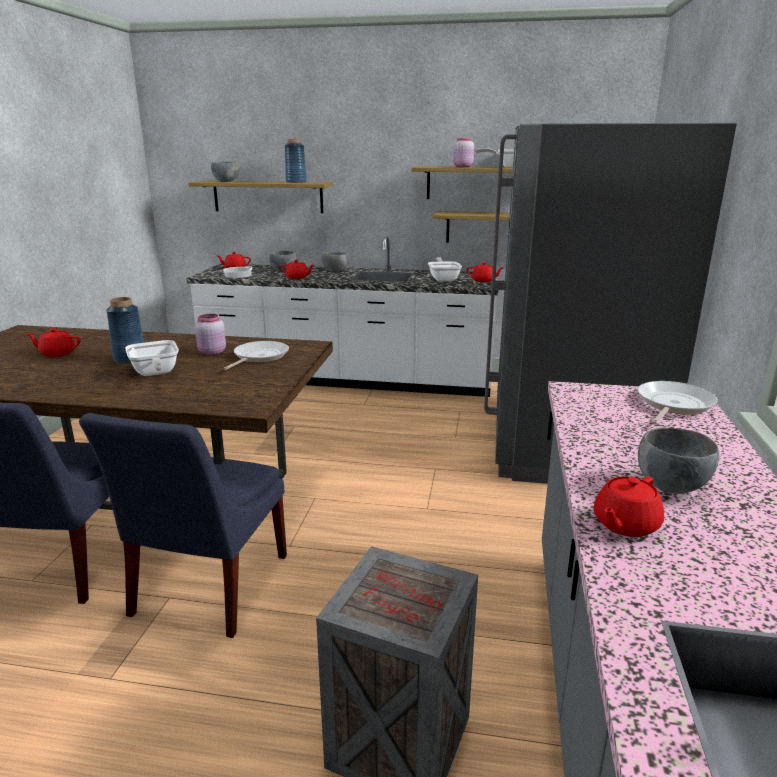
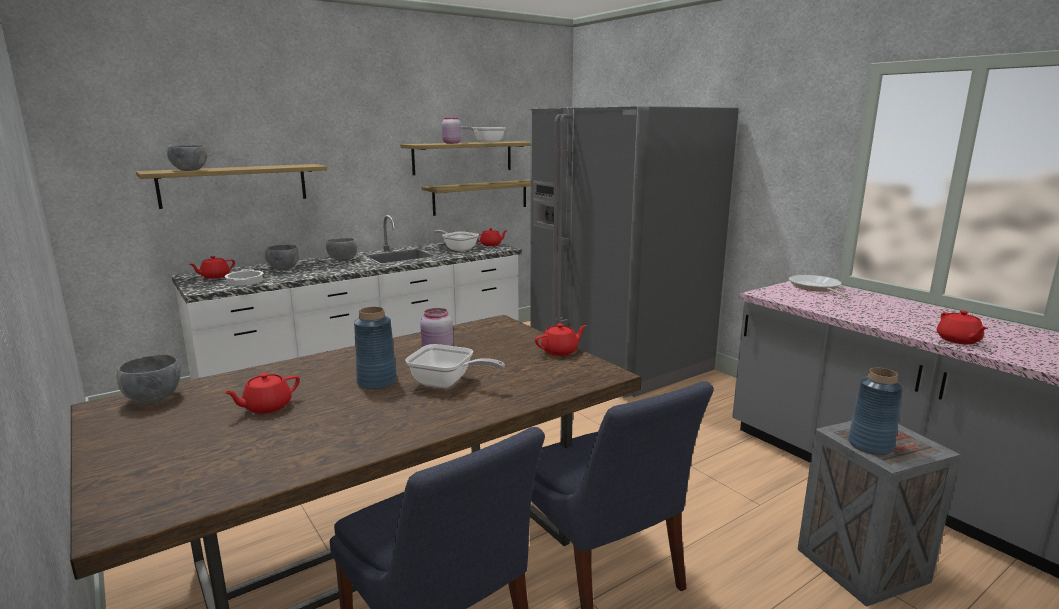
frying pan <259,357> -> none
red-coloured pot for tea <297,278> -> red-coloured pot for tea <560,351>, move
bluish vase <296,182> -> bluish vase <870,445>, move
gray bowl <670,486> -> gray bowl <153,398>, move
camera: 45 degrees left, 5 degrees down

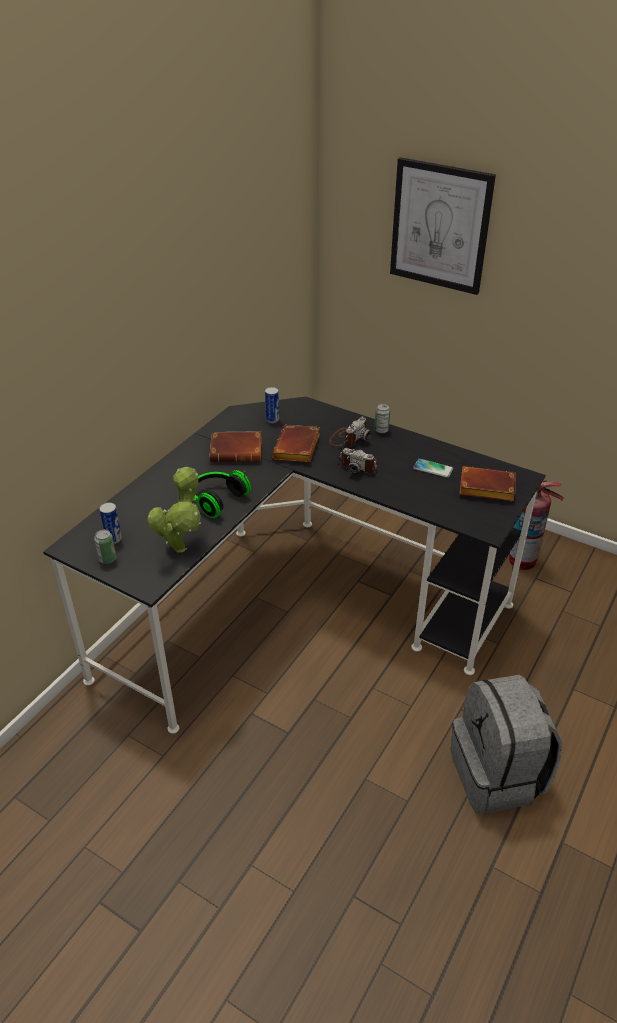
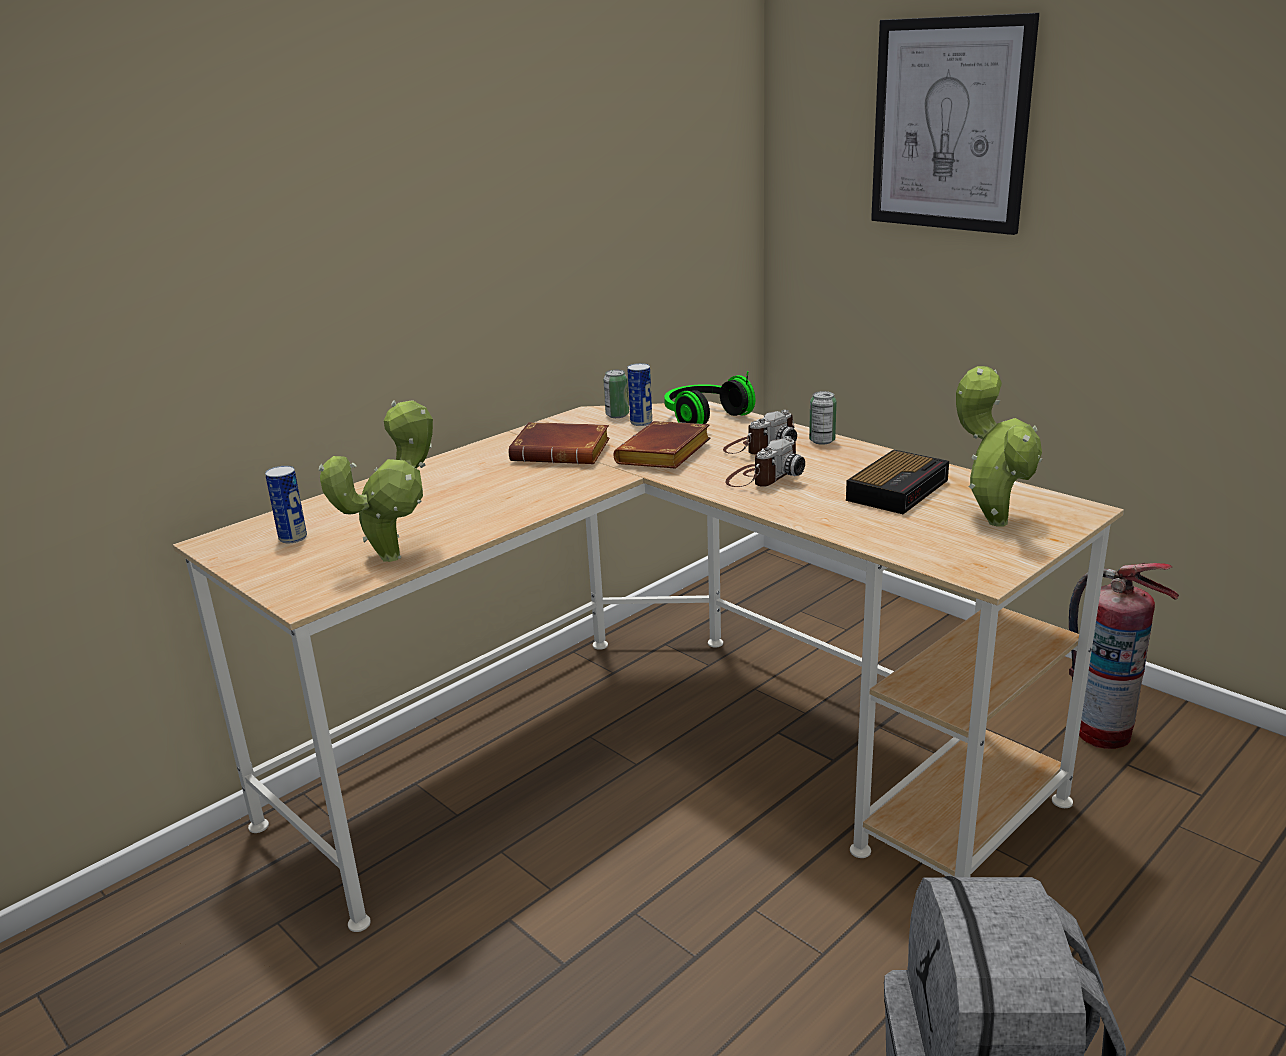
sealed can <107,559> -> sealed can <617,415>, move
headphones <216,499> -> headphones <702,418>, move
phone <433,469> -> alarm clock <898,489>
brown-coloured volume <485,489> -> potted plant <992,520>
black desk table <297,605> -> beige-coloured desk table <656,757>
still camera <359,464> -> still camera <762,477>, 90 degrees counterclockwise
camera: 15 degrees right, 15 degrees down

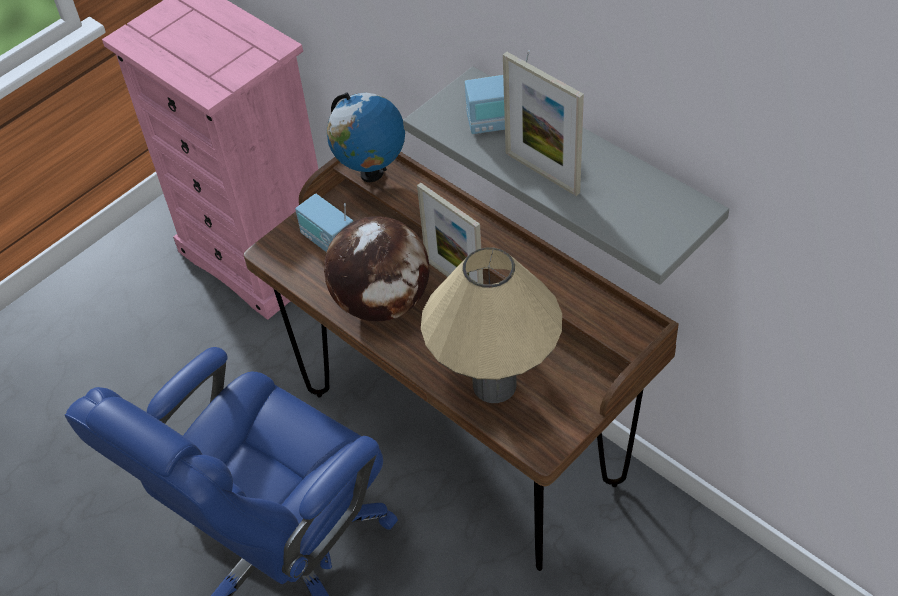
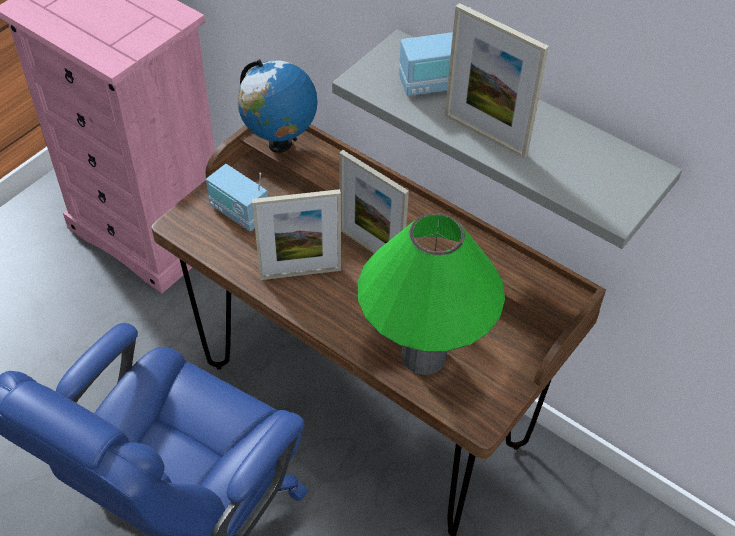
desk globe <383,302> -> standing frame <300,273>
beige-coloured lamp for a table <494,385> -> green lamp for a table <424,356>
camera: 10 degrees left, 0 degrees up

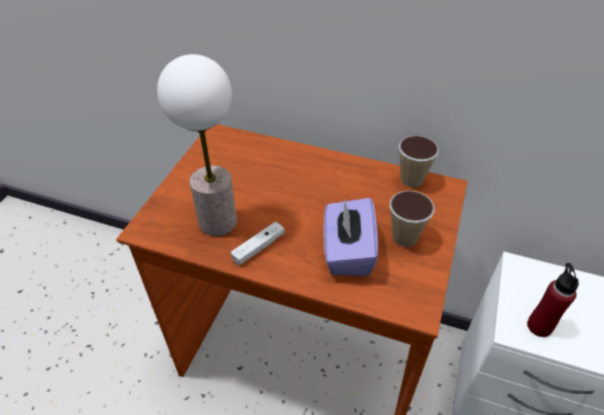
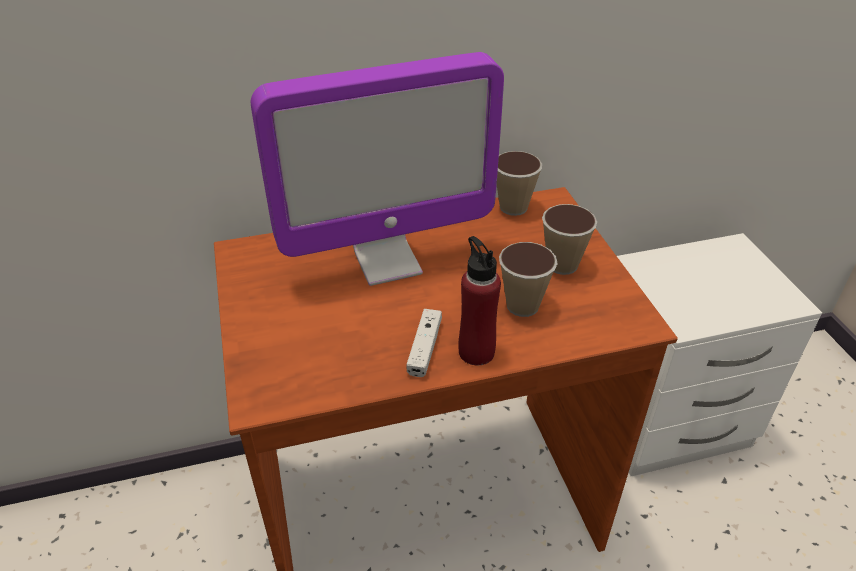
lamp for a table <217,222> -> none
none -> computer display <387,262>
red-coloured drink bottle <539,326> -> red-coloured drink bottle <476,352>, move
purple-coloured box of tissues <347,252> -> drinking cup <522,306>
camera: 35 degrees left, 5 degrees down

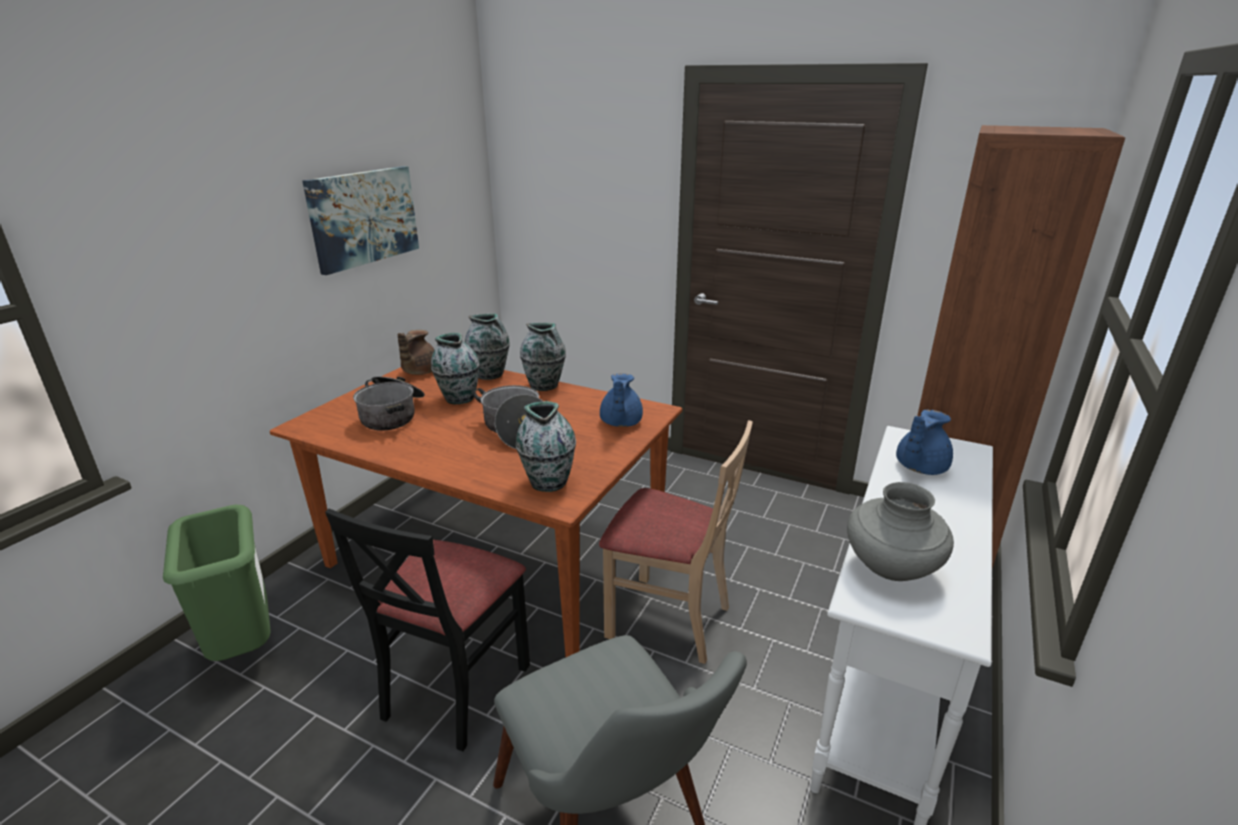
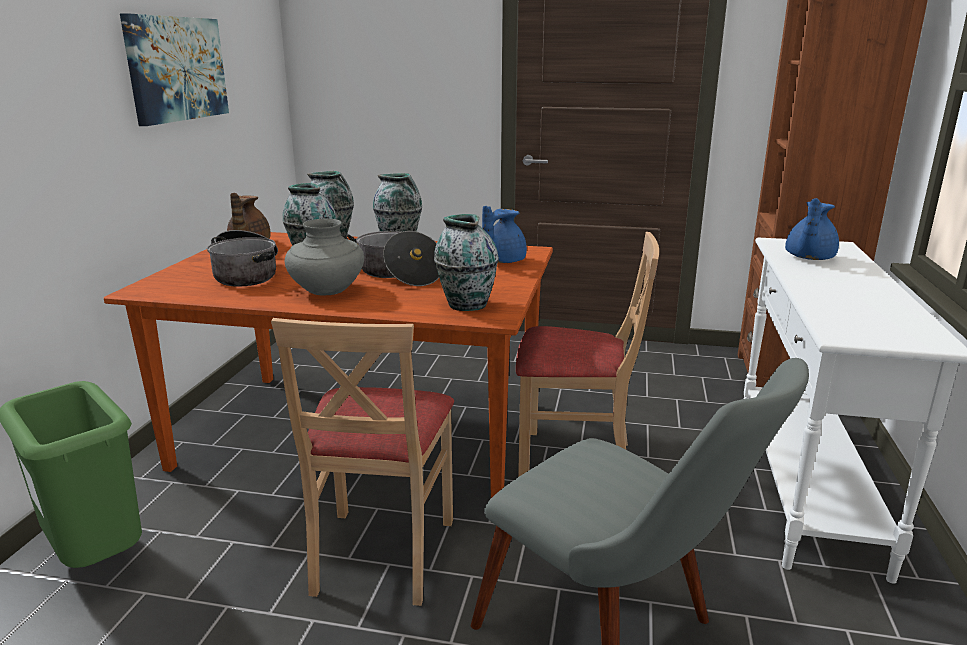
gray vase <891,568> -> gray vase <327,291>, move
black plain chair <455,688> -> beige-coloured plain chair <381,553>
bluish pot for tea <620,423> -> bluish pot for tea <501,261>, 45 degrees clockwise
camera: 15 degrees left, 5 degrees down

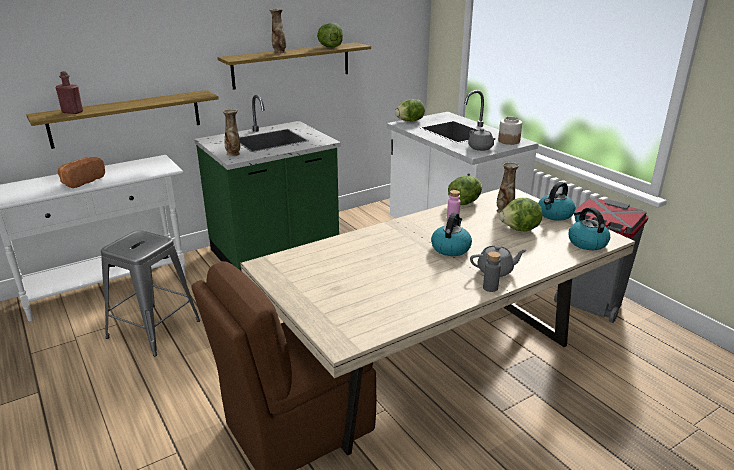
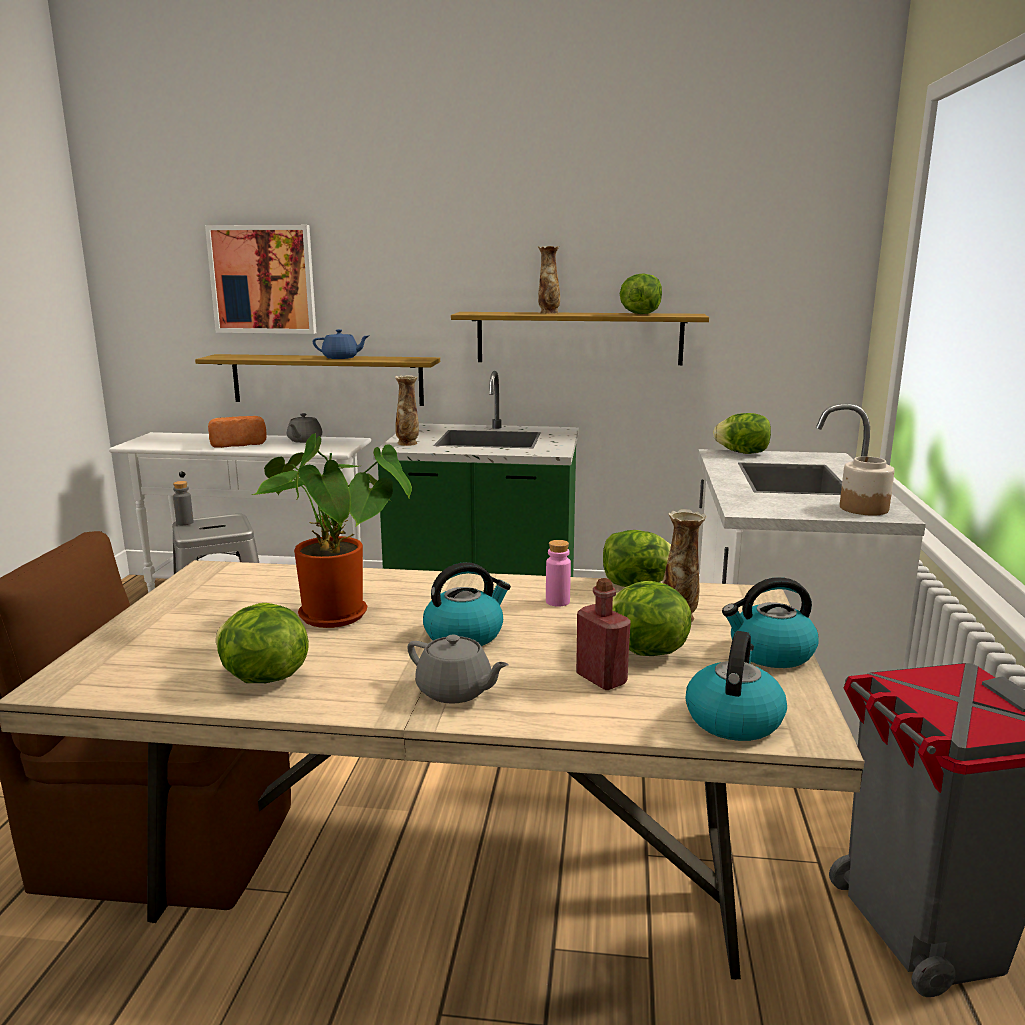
none -> wall picture <263,279>
none -> lettuce head <262,678>
none -> potted plant <340,617>
none -> bluish pot for tea <341,358>
red-coloured drink bottle <72,112> -> red-coloured drink bottle <601,679>, move
gray pot for tea <480,148> -> gray pot for tea <304,440>, move
gray drink bottle <490,288> -> gray drink bottle <185,523>, move
camera: 40 degrees right, 10 degrees down

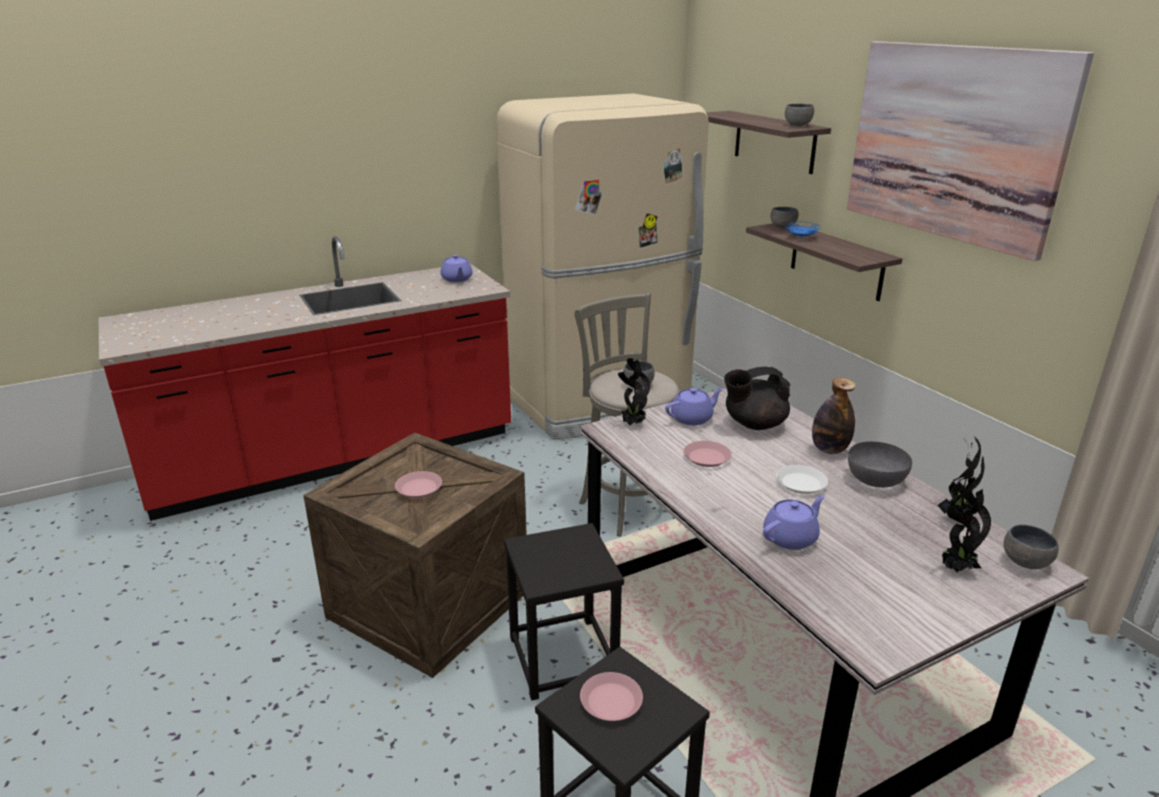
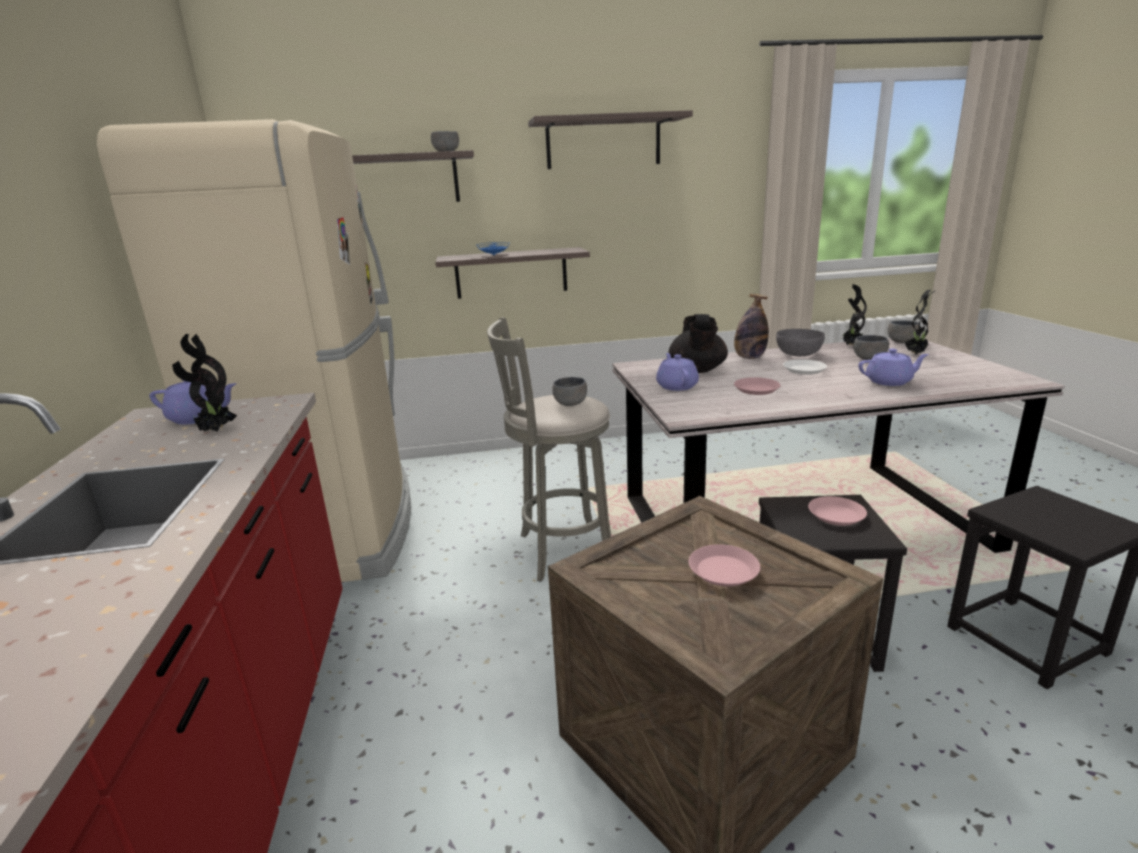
pink flat dish <611,701> -> pink flat dish <836,515>, move
potted plant <632,424> -> potted plant <216,431>, move
gray bowl <782,226> -> gray bowl <868,359>, move
wall picture <953,143> -> shelf <603,142>
purple-coloured pot for tea <791,538> -> purple-coloured pot for tea <890,382>, 105 degrees clockwise
camera: 70 degrees left, 5 degrees down

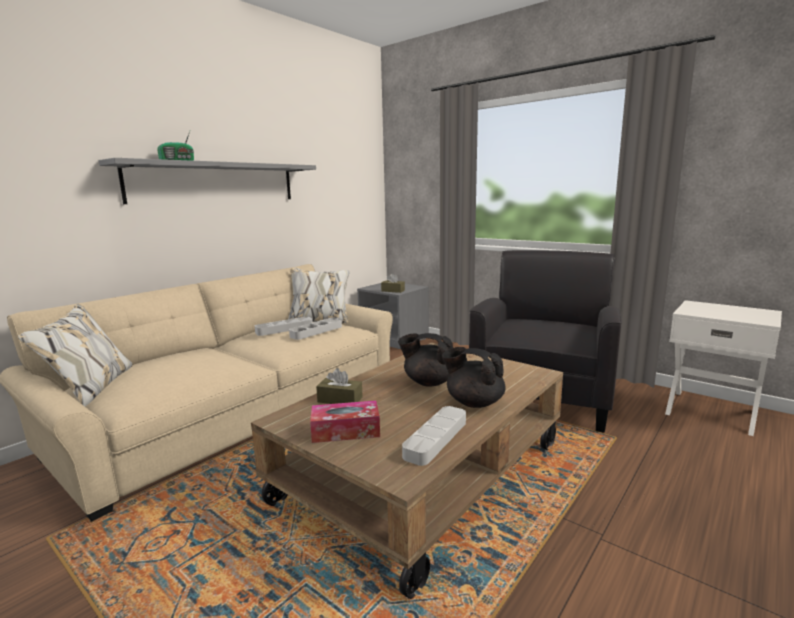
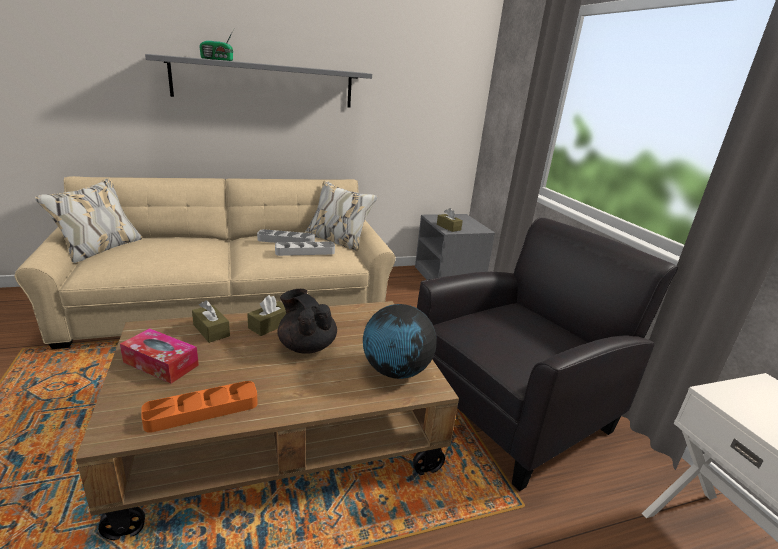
black pot for tea <474,402> -> none
none -> brown-coloured box of tissues <270,325>
none -> desk globe <395,371>
gray serving tray <436,439> -> orangey serving tray <202,410>
camera: 30 degrees right, 10 degrees up

